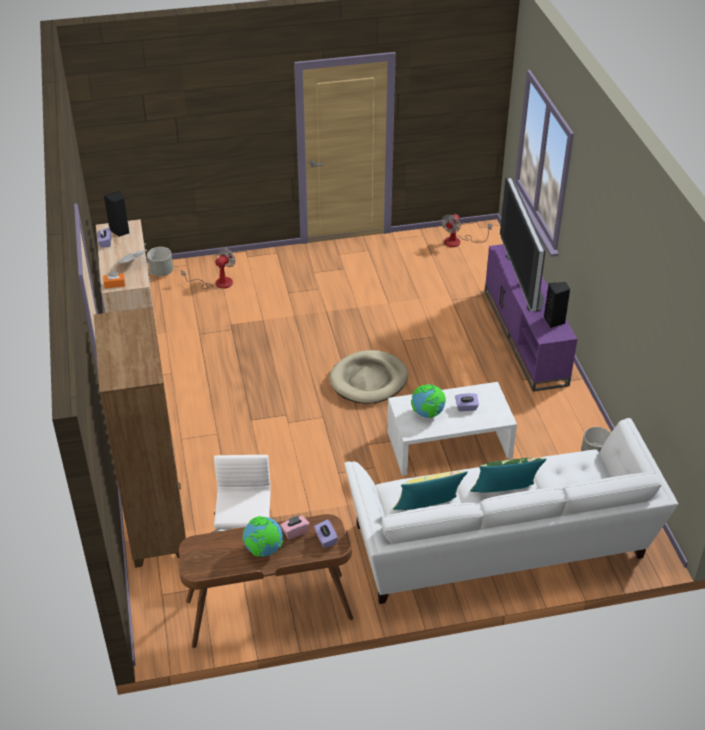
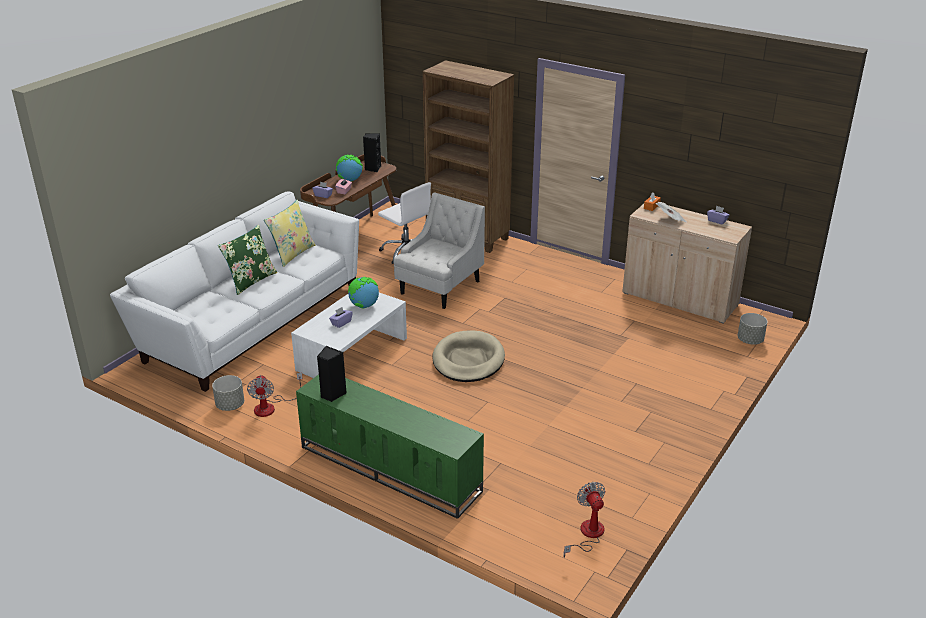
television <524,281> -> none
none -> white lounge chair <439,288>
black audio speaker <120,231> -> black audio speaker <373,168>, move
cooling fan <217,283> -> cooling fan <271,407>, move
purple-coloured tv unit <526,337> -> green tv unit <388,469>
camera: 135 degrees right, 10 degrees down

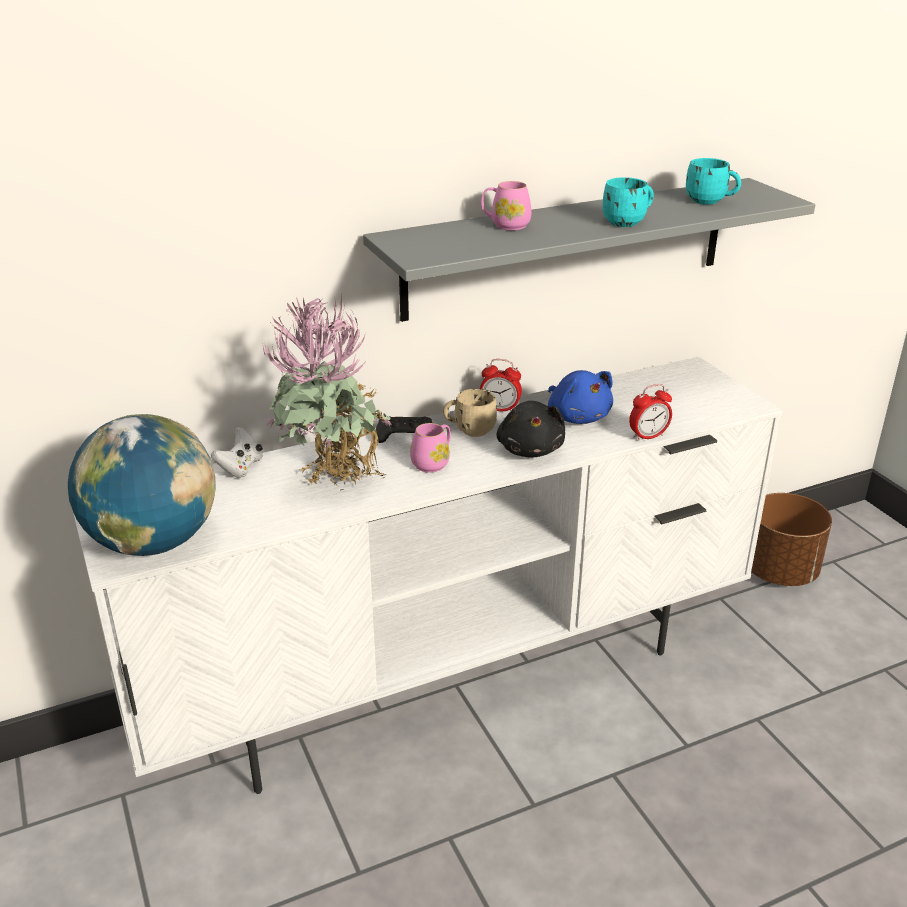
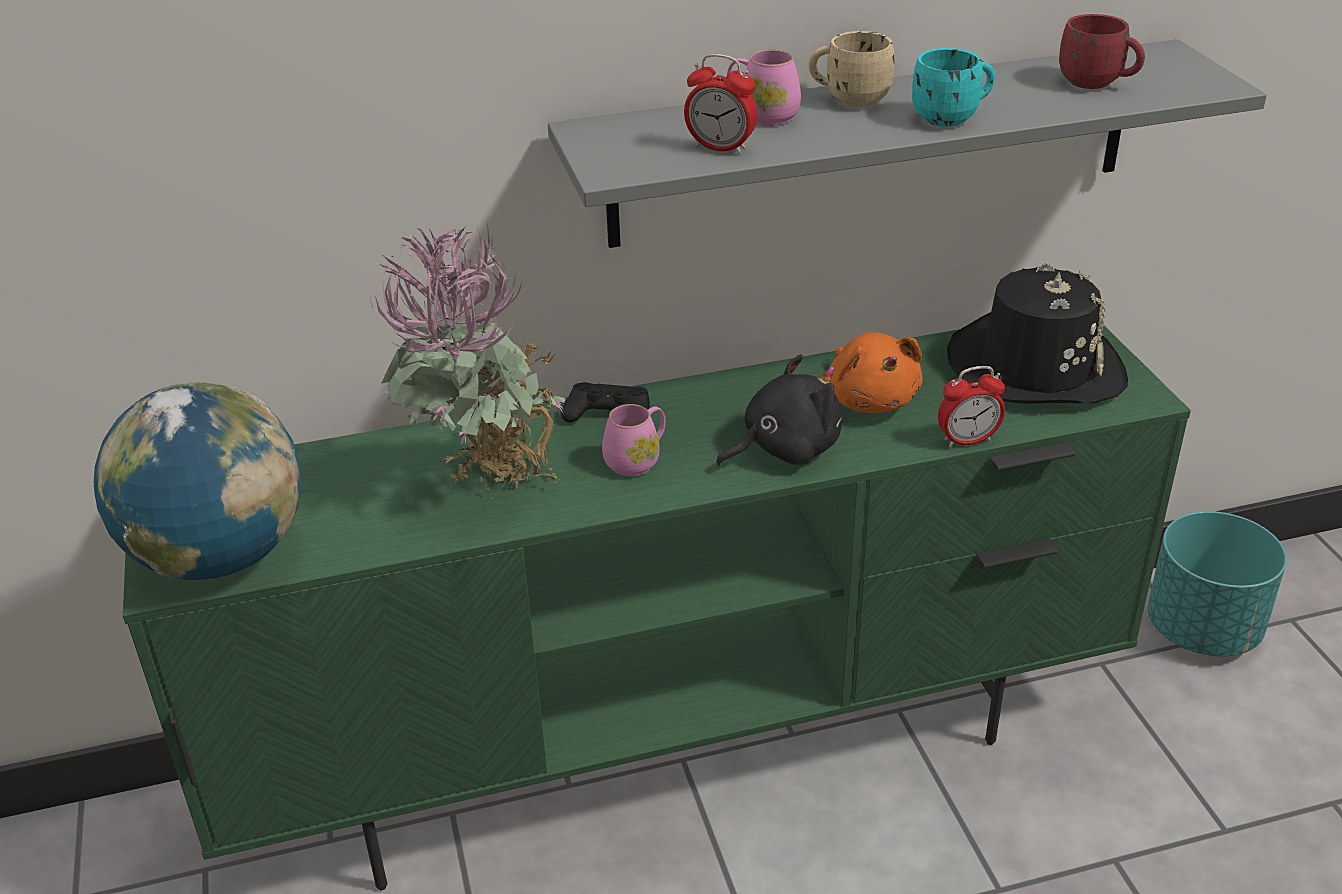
white game controller <240,467> -> none
none -> black hat <1035,366>
beige-coloured coffee mug <469,430> -> beige-coloured coffee mug <849,98>, move
alarm clock <500,409> -> alarm clock <720,148>, move
white tv unit <454,679> -> green tv unit <682,751>
bluish plush toy <577,417> -> orangey plush toy <870,399>
blue-green coffee mug <711,201> -> red-coloured coffee mug <1097,83>
brown-coloured flower pot <779,571> -> blue-green flower pot <1203,629>
black plush toy <530,449> -> black plush toy <784,449>, 120 degrees counterclockwise
camera: 10 degrees right, 5 degrees up

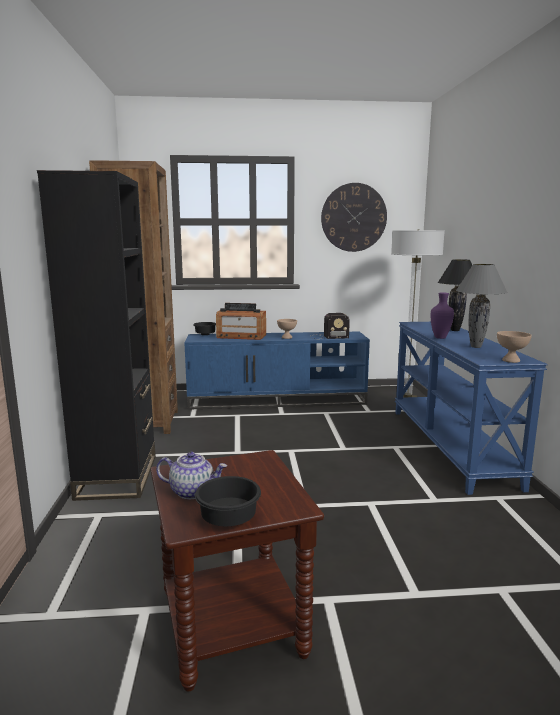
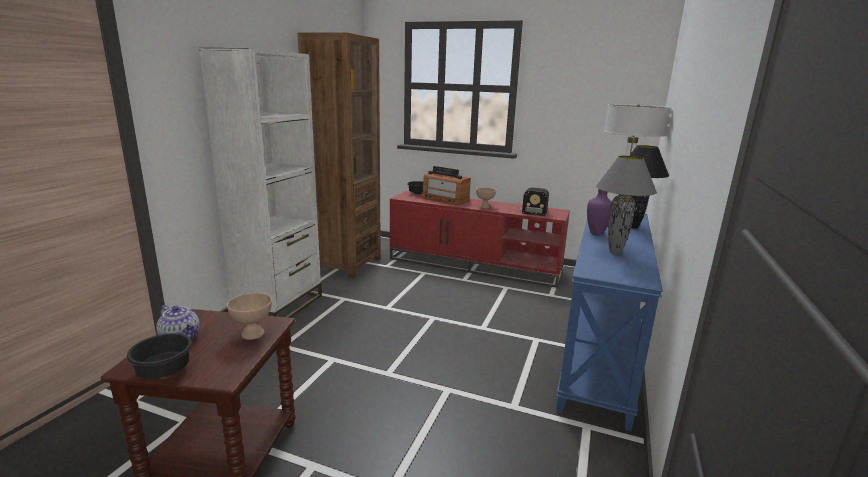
clock on the wall <353,217> -> none
beige-coloured bowl <510,360> -> beige-coloured bowl <253,333>, move
black bookcase <118,477> -> white bookcase <279,306>
bluish tv unit <277,400> -> red-coloured tv unit <475,265>
camera: 25 degrees right, 5 degrees up

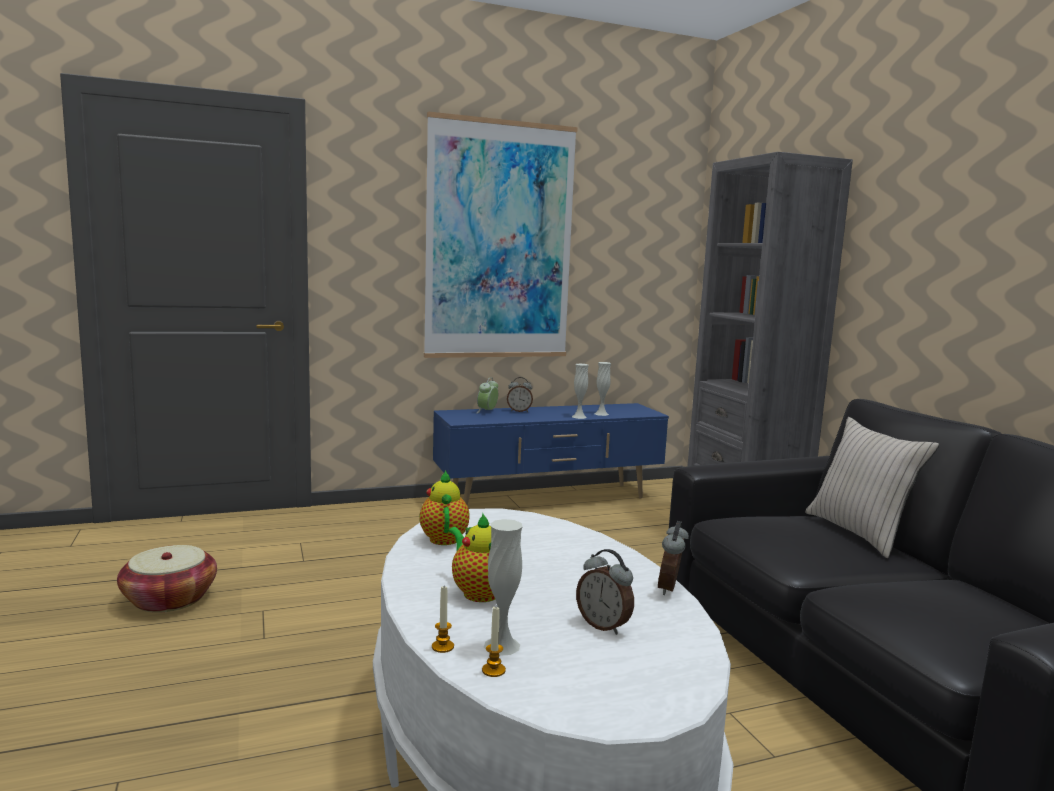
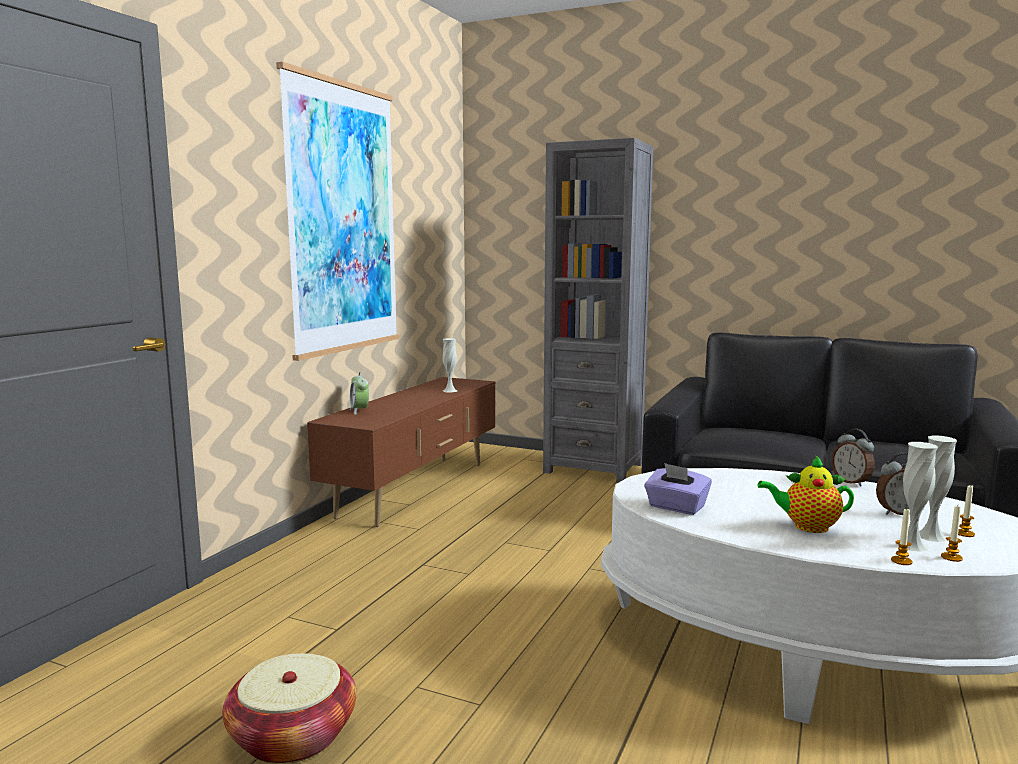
alarm clock <519,411> -> none
beige-coloured cushion <859,533> -> none
none -> wax light <964,533>
white vase <579,417> -> white vase <931,536>, move
pot for tea <444,537> -> purple-coloured box of tissues <676,507>
bluish tv unit <549,499> -> brown-coloured tv unit <416,489>
camera: 45 degrees left, 0 degrees up

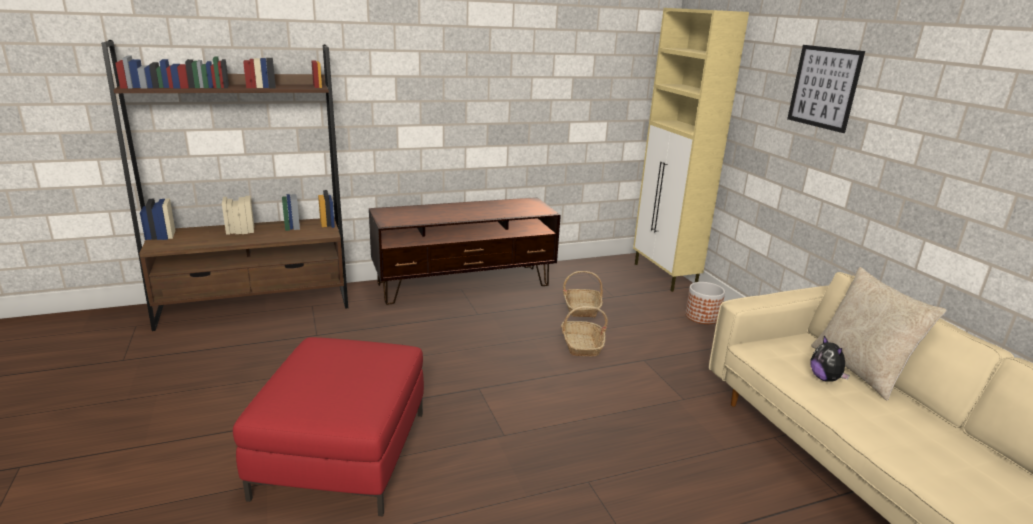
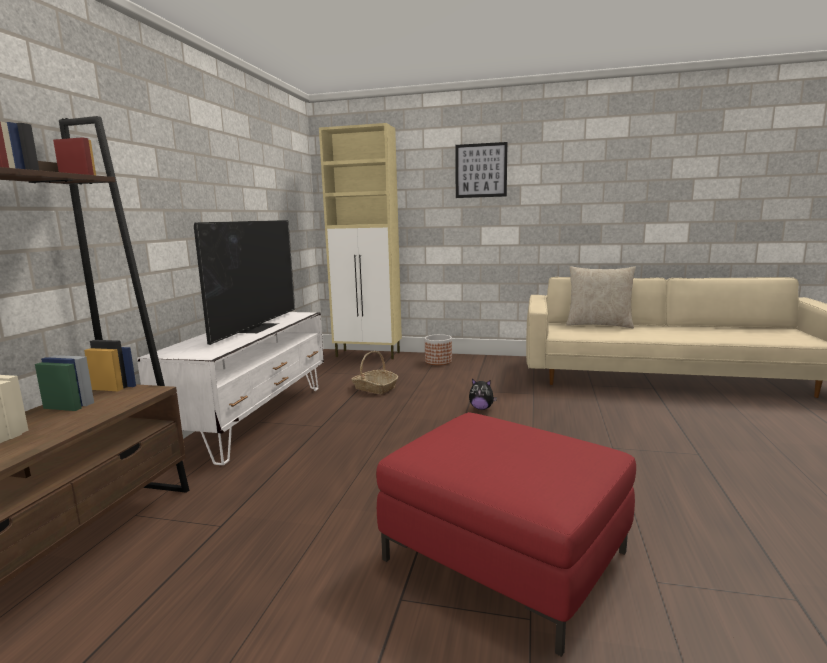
household basket <581,345> -> none
none -> television <257,327>
plush toy <825,378> -> plush toy <481,408>, move
brown-coloured tv unit <464,284> -> white tv unit <254,418>
camera: 55 degrees left, 10 degrees down

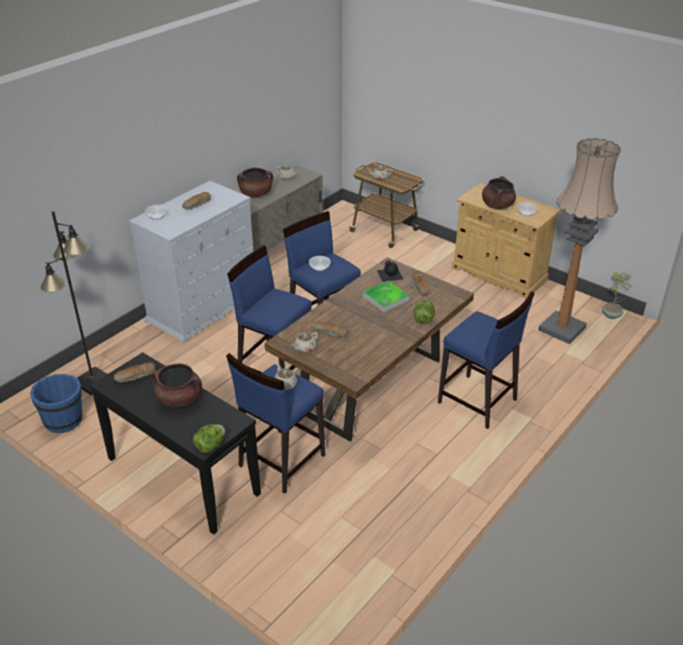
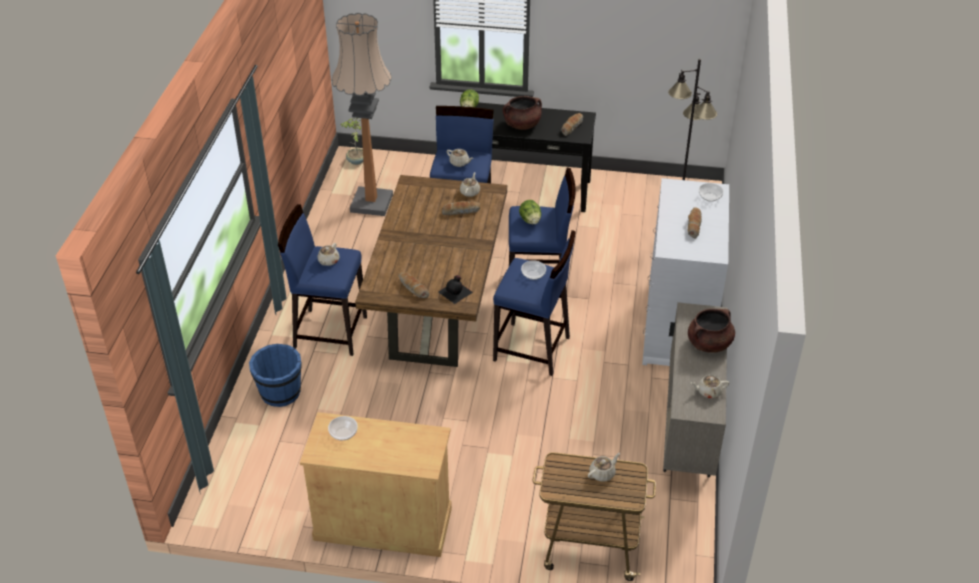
serving tray <385,298> -> none
brown-coloured cooking pot <497,205> -> none
none -> beige-coloured pot for tea <328,261>
bluish water bucket <64,420> -> bluish water bucket <280,393>, move
lettuce head <423,319> -> lettuce head <530,220>, move
standing lamp <562,329> -> standing lamp <371,203>, move
potted plant <611,315> -> potted plant <356,161>, move
camera: 150 degrees right, 5 degrees up

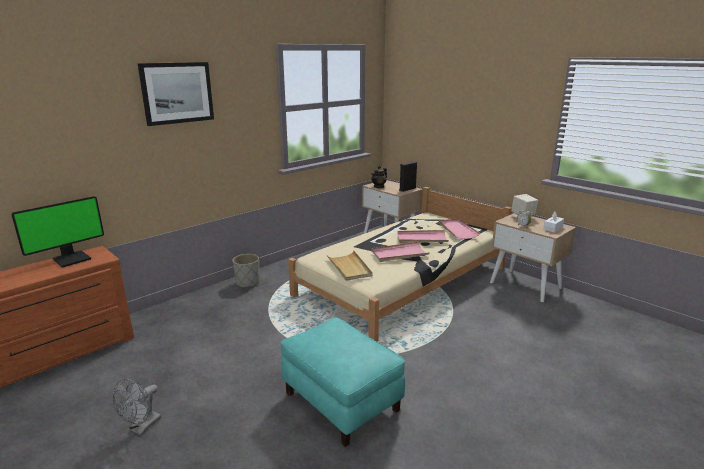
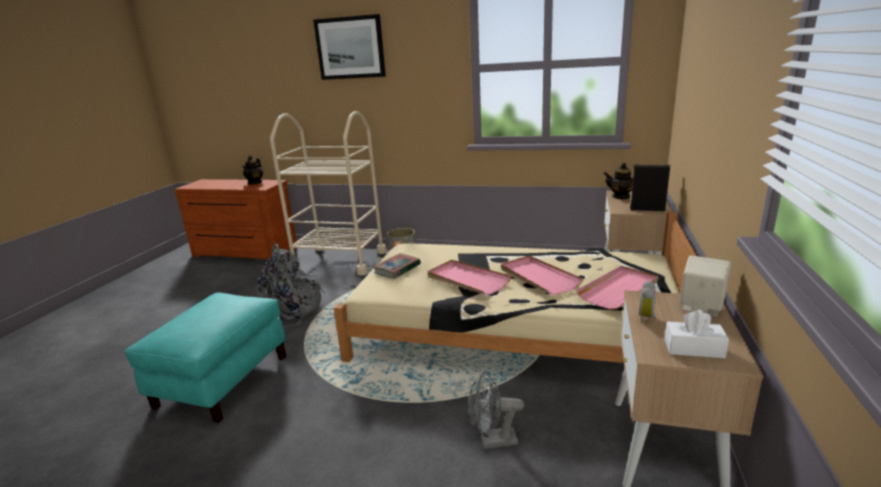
none -> gray backpack <291,310>
none -> beige-coloured trolley <340,260>
gray cooling fan <142,427> -> gray cooling fan <492,441>, move
computer display <72,258> -> pot for tea <255,182>
beige-coloured serving tray <349,267> -> volume <397,269>
camera: 60 degrees right, 0 degrees up

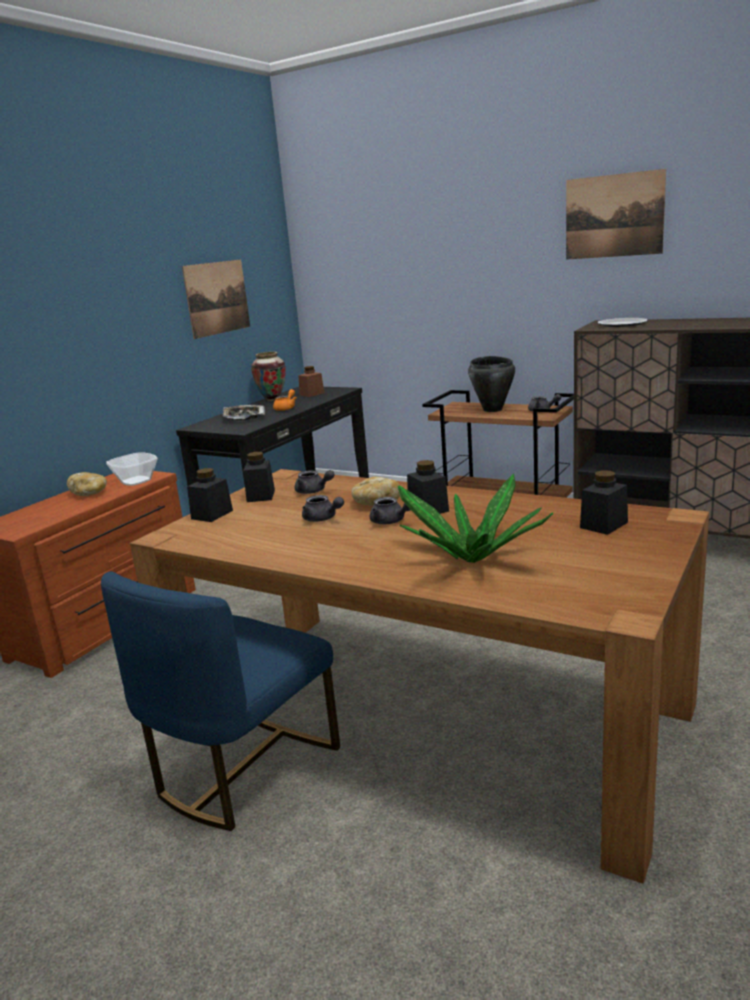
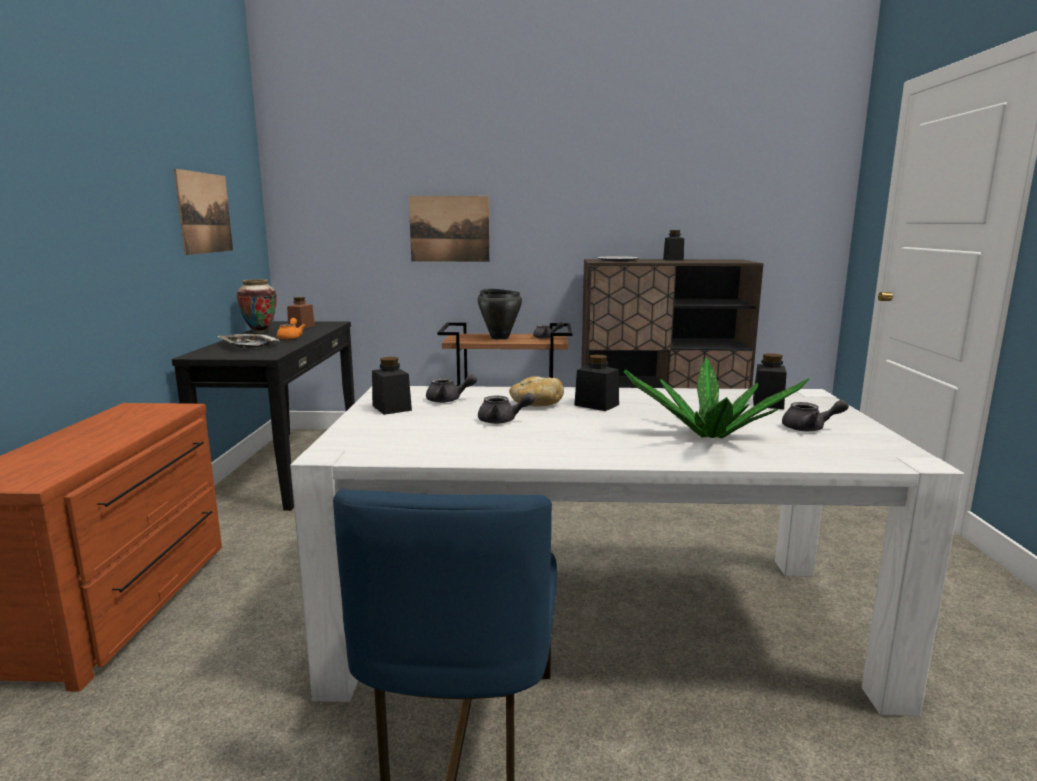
baked bread <89,493> -> none
bowl <135,481> -> none
black preserve jar <212,514> -> black preserve jar <673,259>, move
gray pot for tea <391,522> -> gray pot for tea <809,428>, move
wall picture <614,216> -> wall picture <449,229>, move
brown-coloured dinner table <423,712> -> white dinner table <598,619>
camera: 30 degrees left, 5 degrees down

